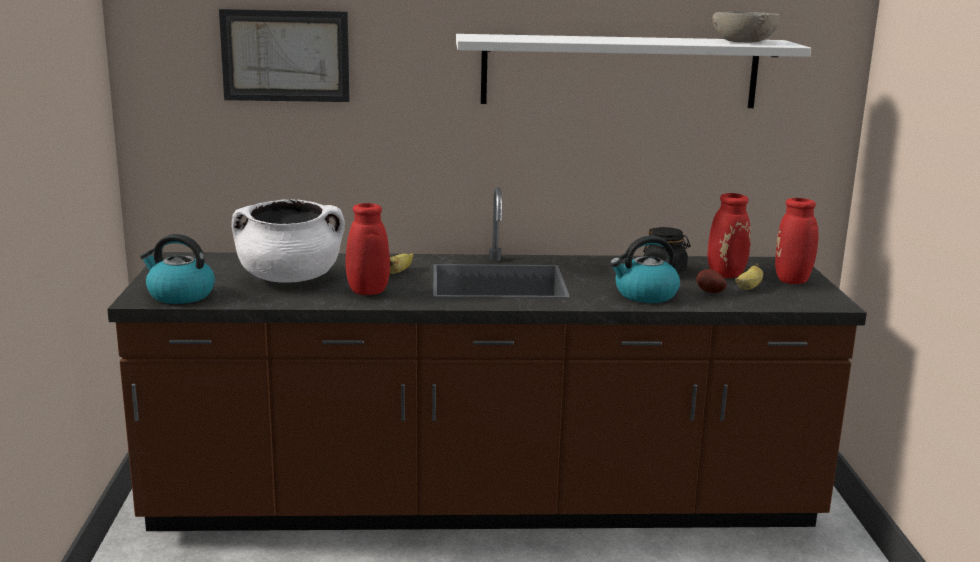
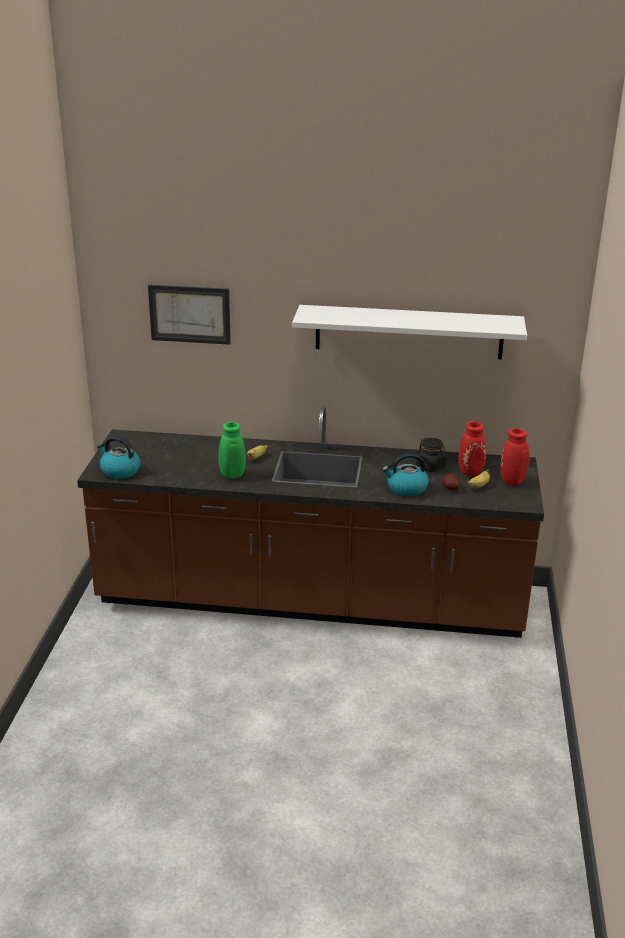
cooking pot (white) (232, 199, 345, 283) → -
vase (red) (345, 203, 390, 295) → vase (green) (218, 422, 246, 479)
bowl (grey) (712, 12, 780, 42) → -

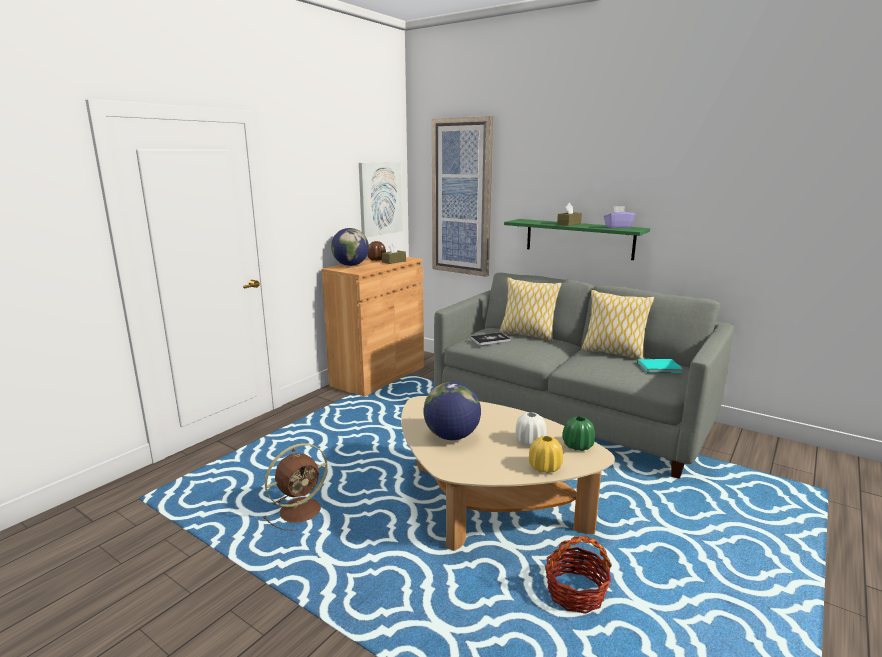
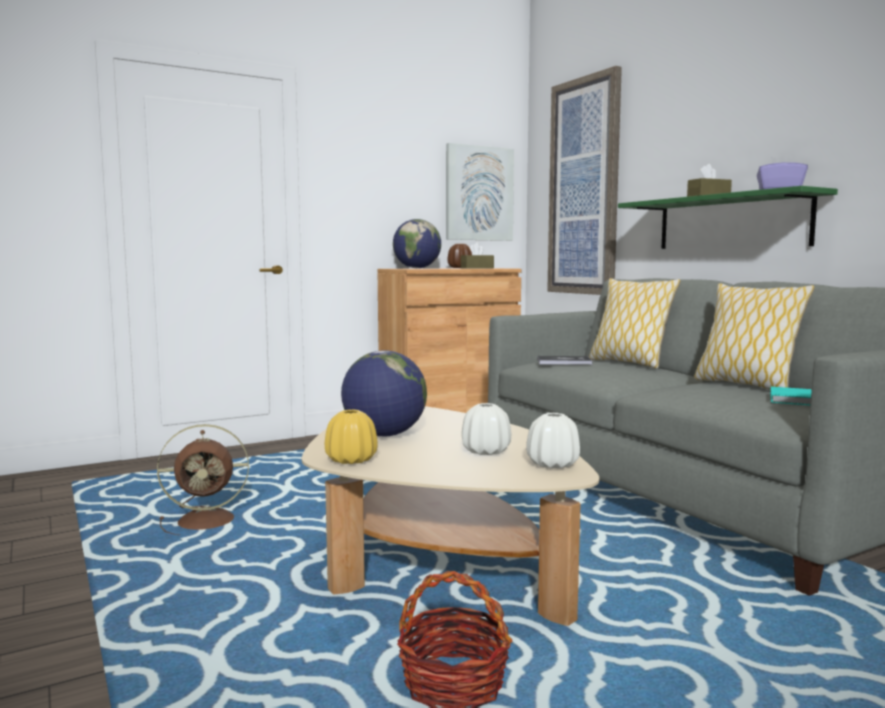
vase (yellow) (529, 436, 563, 473) → vase (yellow) (325, 410, 377, 464), moved
vase (green) (562, 416, 595, 451) → vase (white) (526, 413, 580, 468)

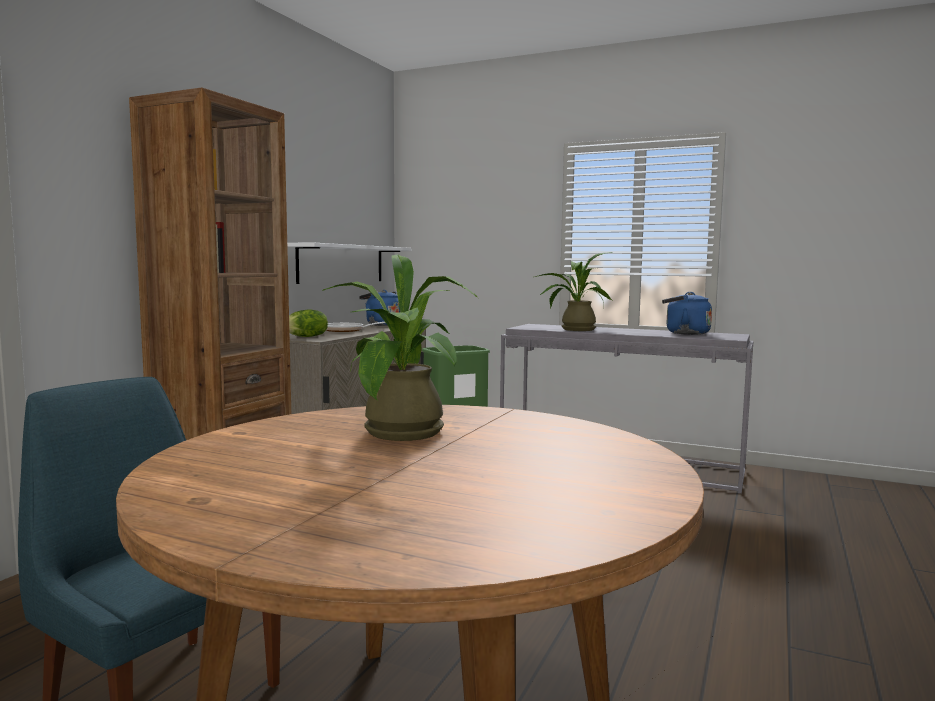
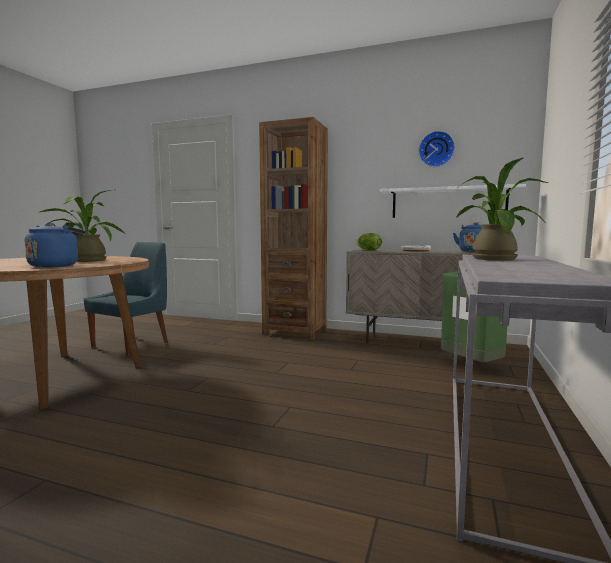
kettle (blue) (662, 292, 712, 335) → kettle (blue) (25, 223, 86, 268), moved
- → wall clock (418, 131, 455, 167)

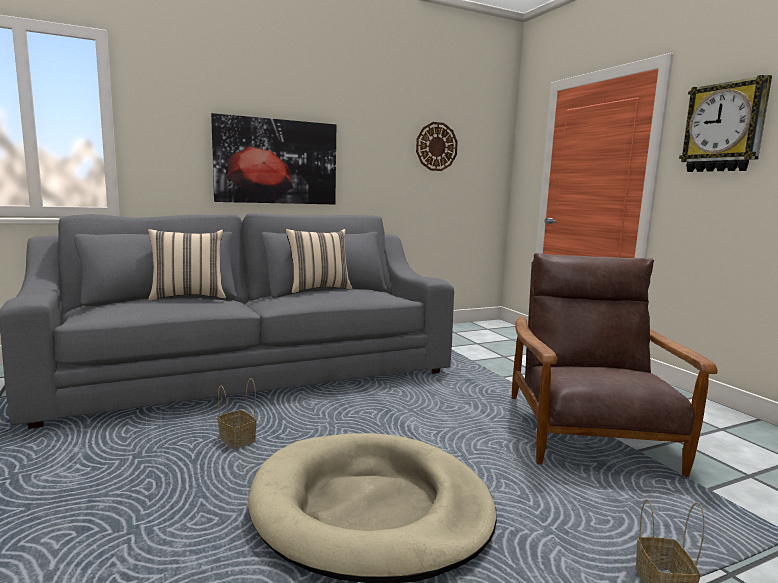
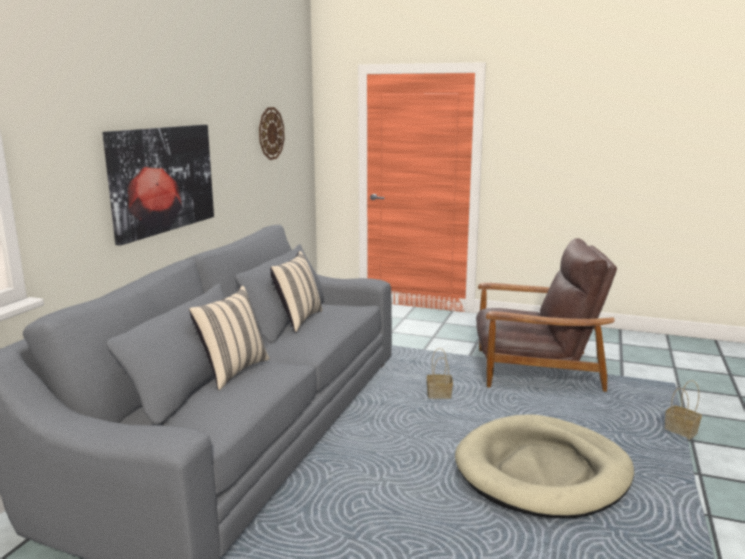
basket (218, 378, 257, 449) → basket (427, 348, 453, 399), moved
armchair (brown) (512, 253, 717, 477) → armchair (brown) (476, 238, 617, 392), 135 degrees clockwise
wall clock (679, 75, 772, 172) → -

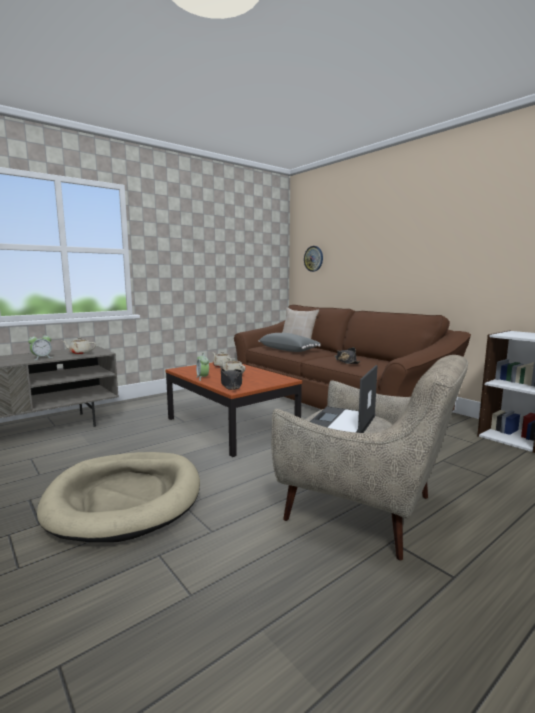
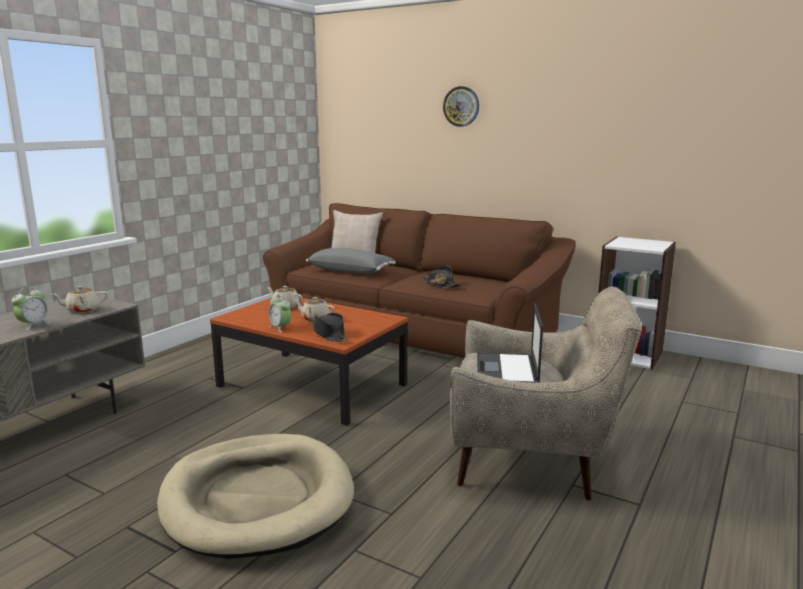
wall clock (304, 246, 323, 272) → wall clock (443, 86, 479, 127), moved

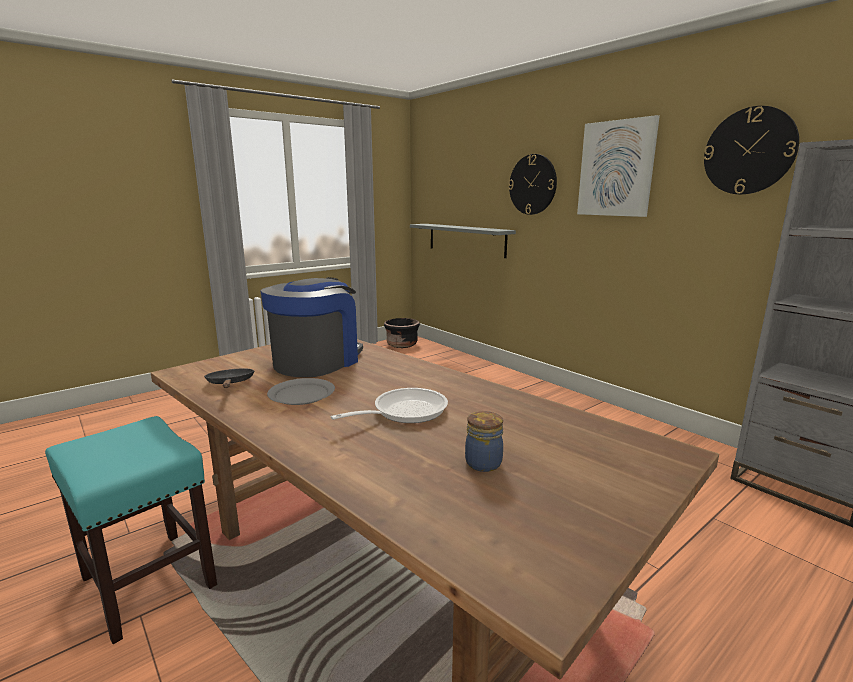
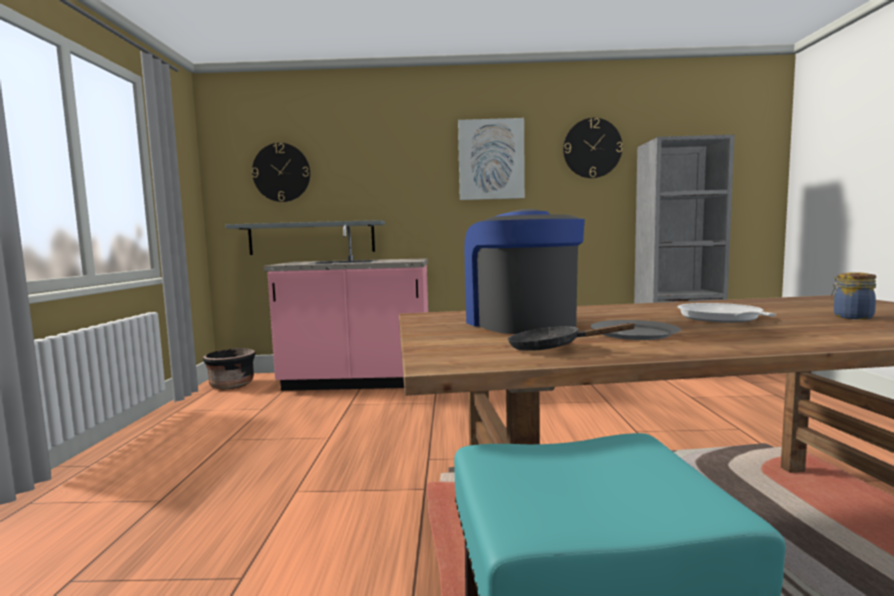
wall clock (508, 154, 557, 215) → wall clock (252, 143, 310, 202), moved
- → counter (pink) (264, 224, 428, 391)

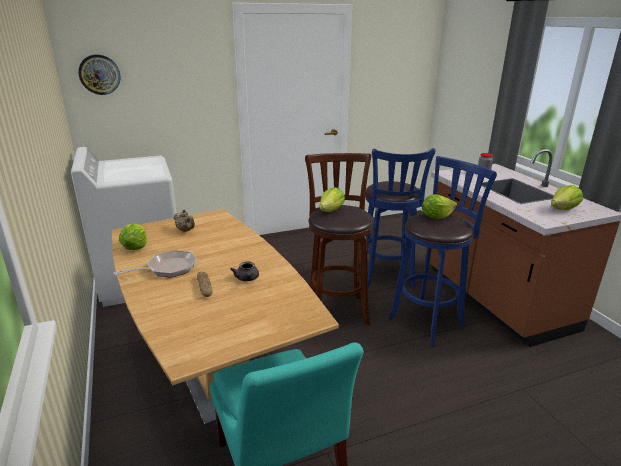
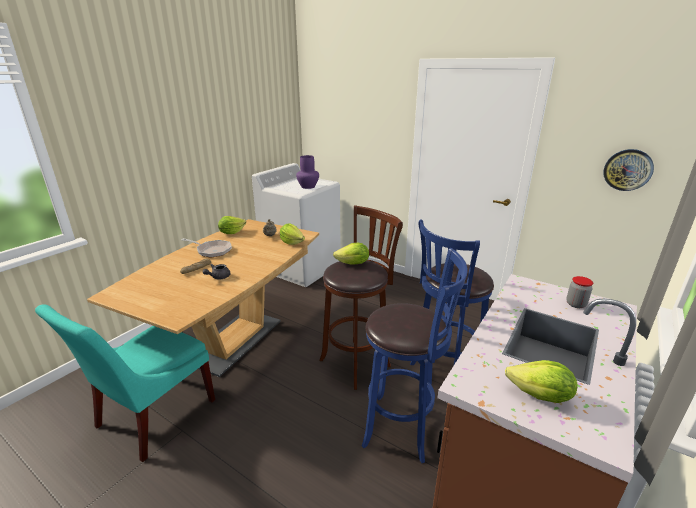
wall clock (78, 54, 121, 95) → wall clock (603, 149, 654, 191), moved
lettuce (422, 194, 457, 219) → lettuce (280, 224, 305, 245), moved
- → vase (purple) (296, 155, 319, 189)

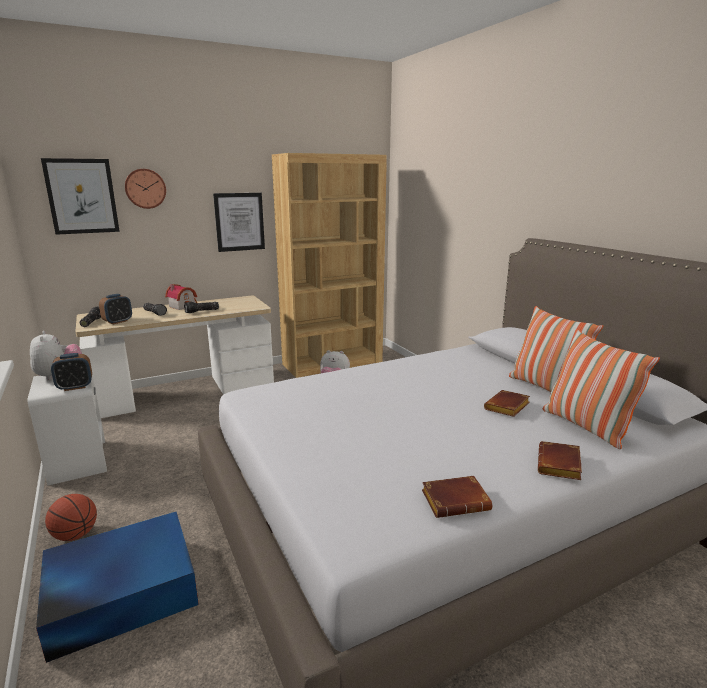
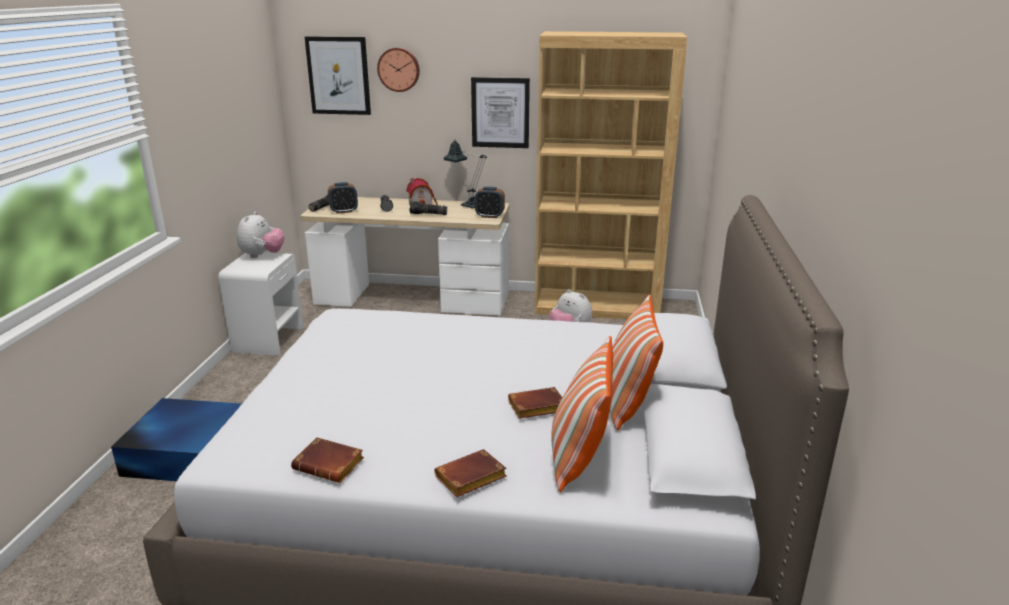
basketball (45, 494, 97, 541) → -
alarm clock (51, 353, 92, 391) → alarm clock (475, 187, 505, 218), moved
- → table lamp (444, 140, 487, 208)

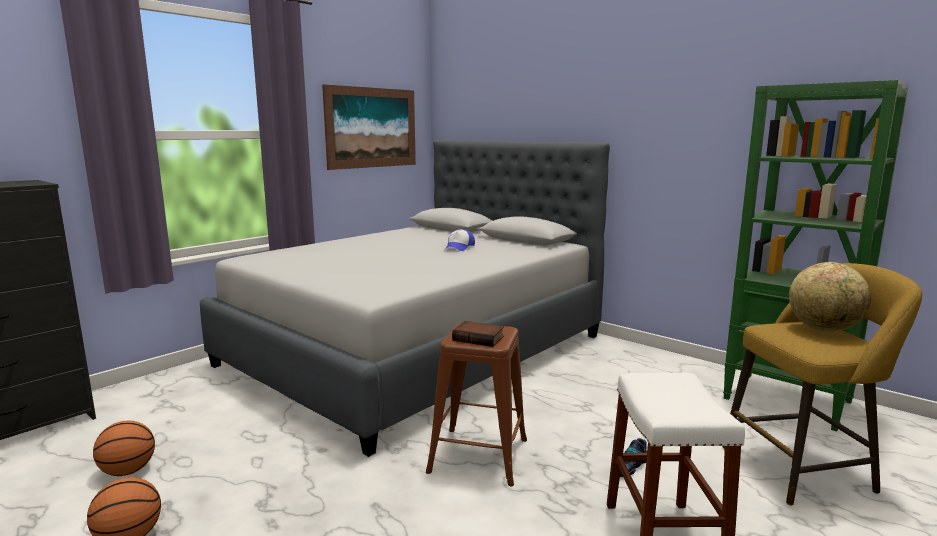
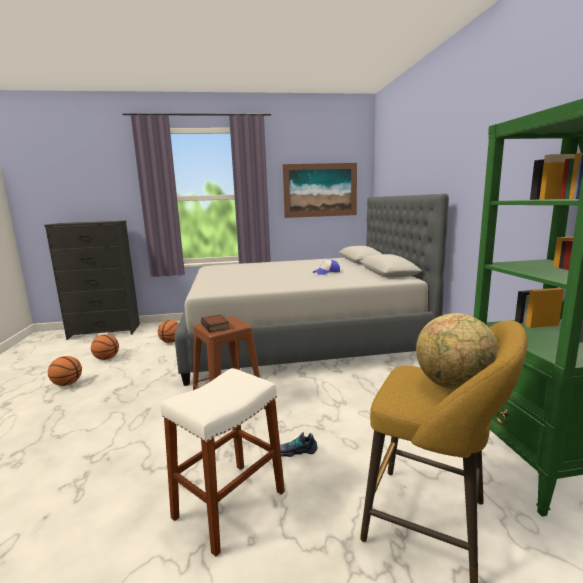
- → basketball (158, 320, 179, 343)

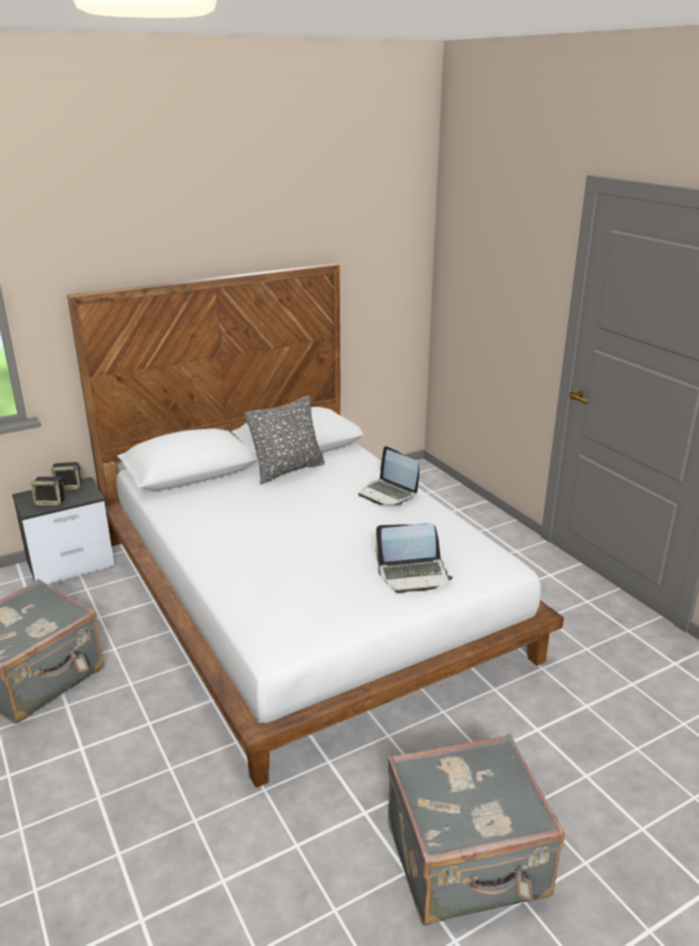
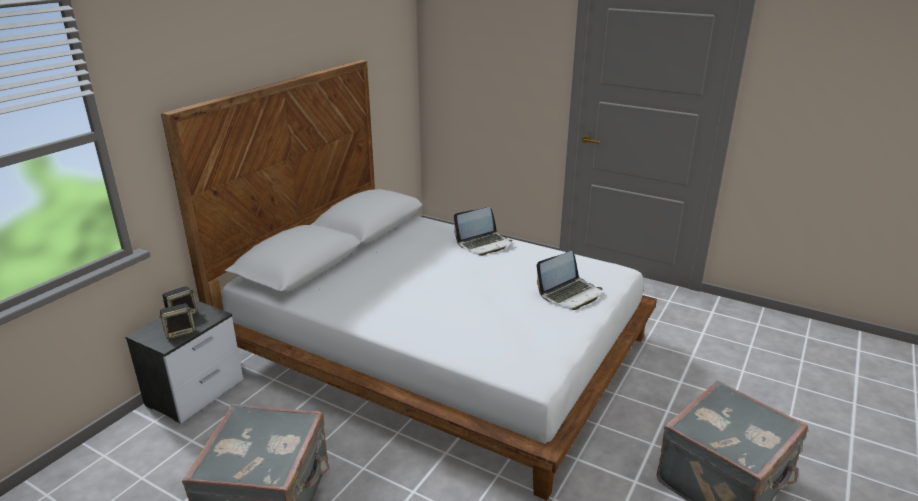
pillow (grey) (245, 395, 325, 484) → -
laptop (359, 446, 419, 505) → laptop (454, 207, 512, 256), 45 degrees counterclockwise

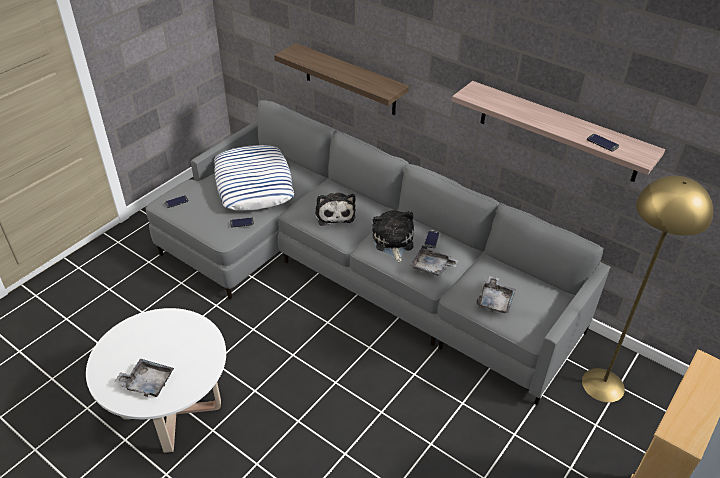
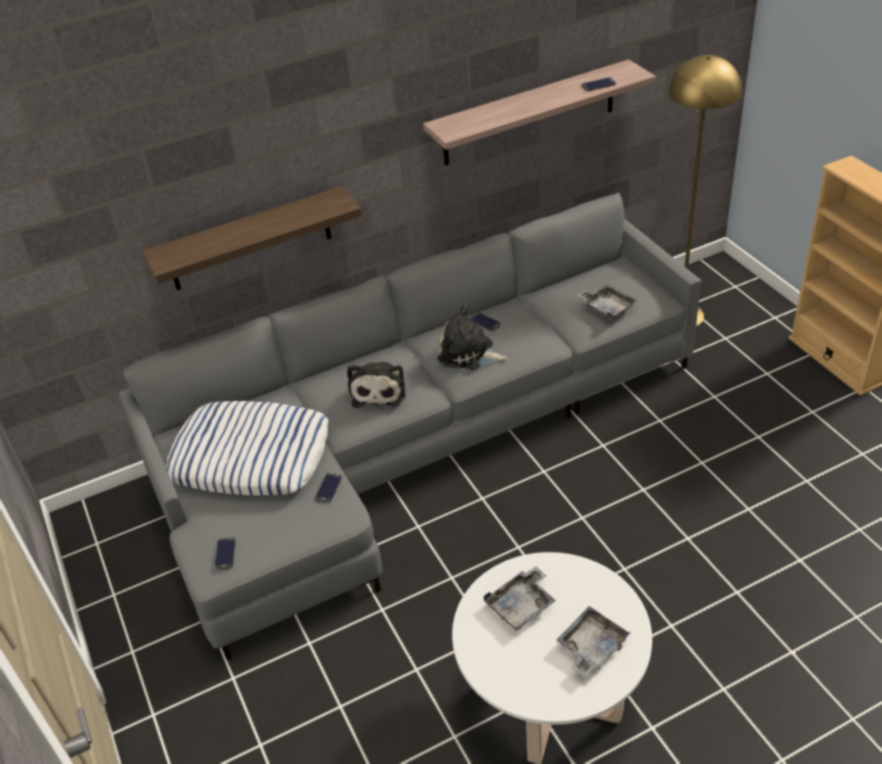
plush toy (315, 193, 356, 226) → plush toy (347, 362, 406, 408), 75 degrees clockwise
tray (grey) (410, 245, 459, 276) → tray (grey) (483, 566, 556, 631), moved

